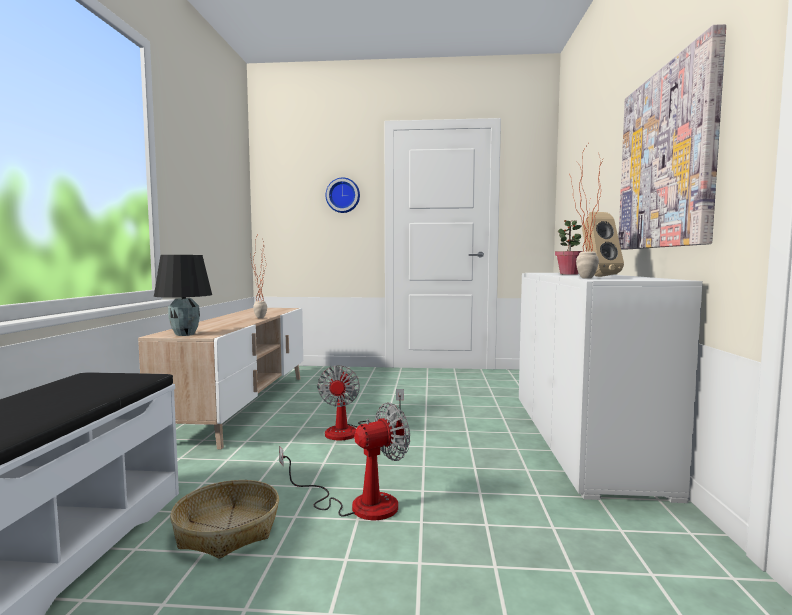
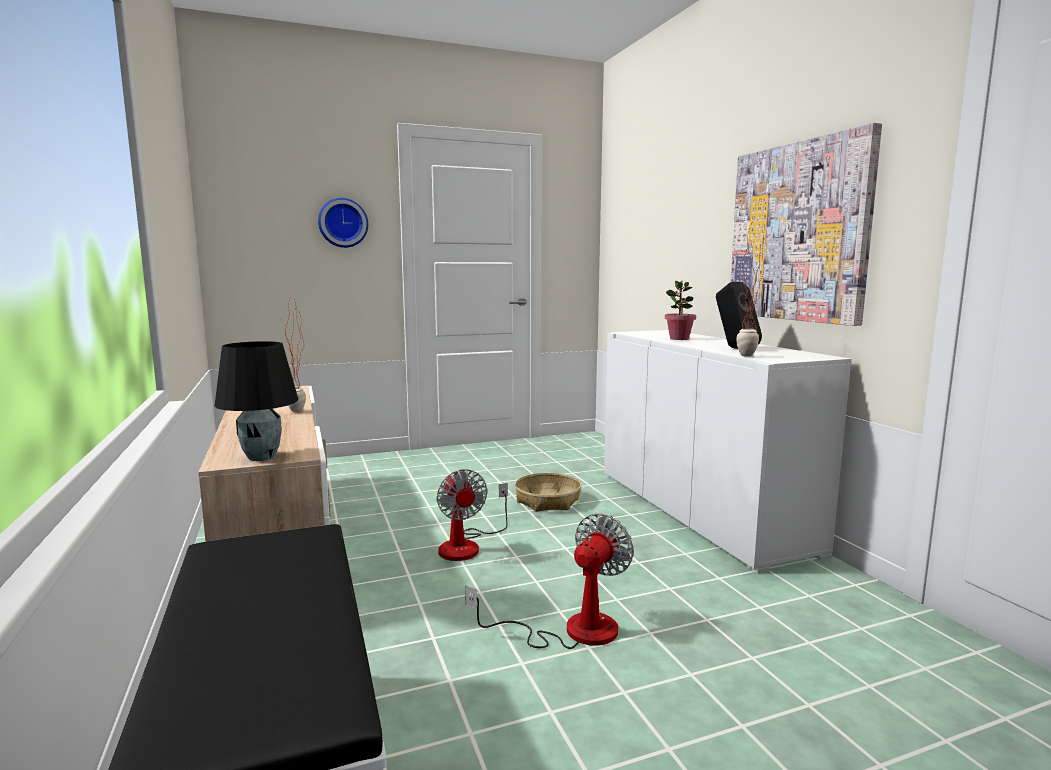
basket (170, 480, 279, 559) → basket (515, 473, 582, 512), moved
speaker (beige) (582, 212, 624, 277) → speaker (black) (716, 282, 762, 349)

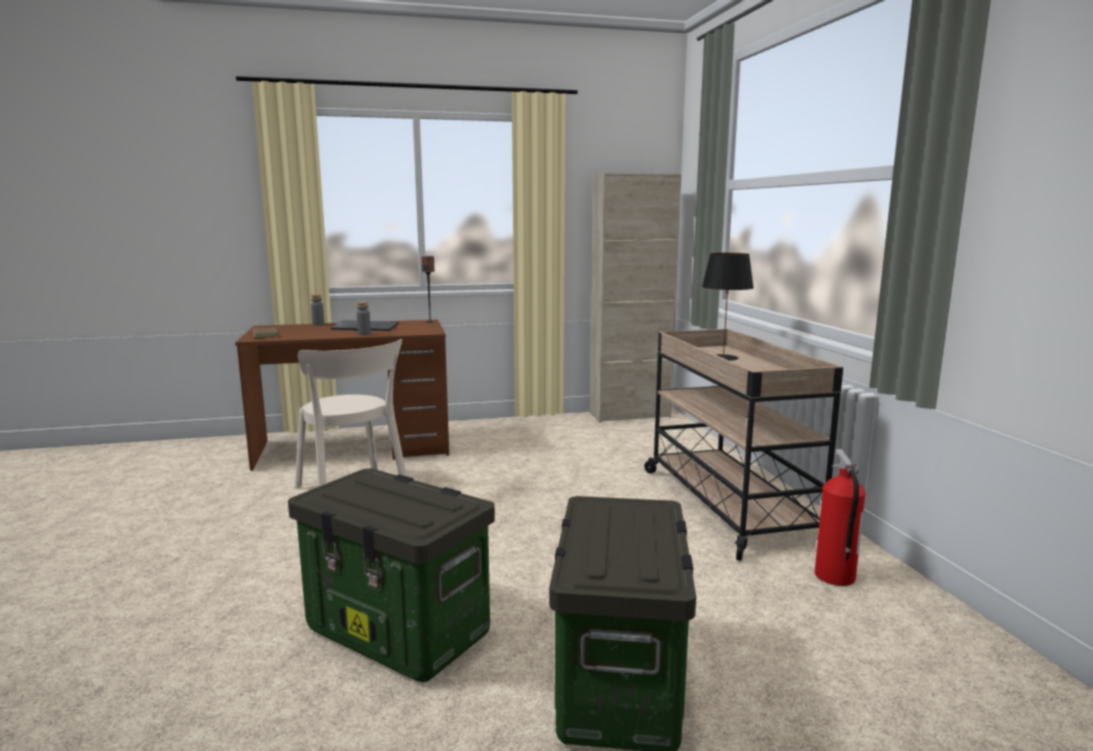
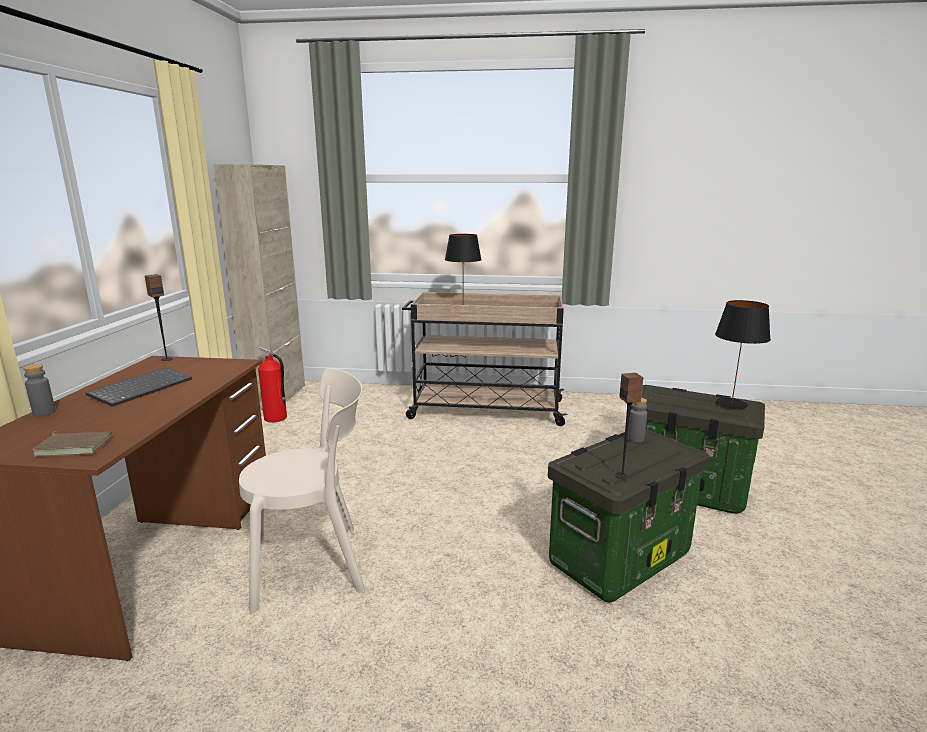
bottle (grey) (357, 302, 371, 336) → bottle (grey) (628, 398, 647, 442), moved
fire extinguisher (815, 449, 866, 586) → fire extinguisher (256, 346, 287, 423), moved
- → speaker (615, 373, 643, 480)
- → table lamp (black) (715, 300, 771, 409)

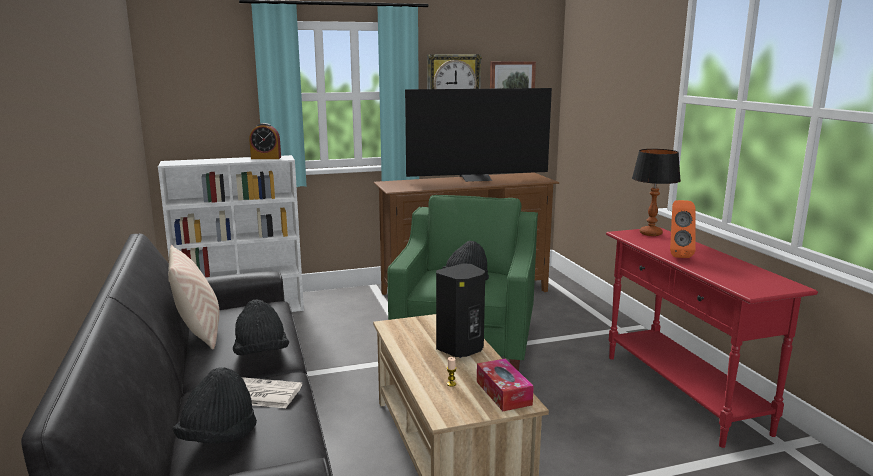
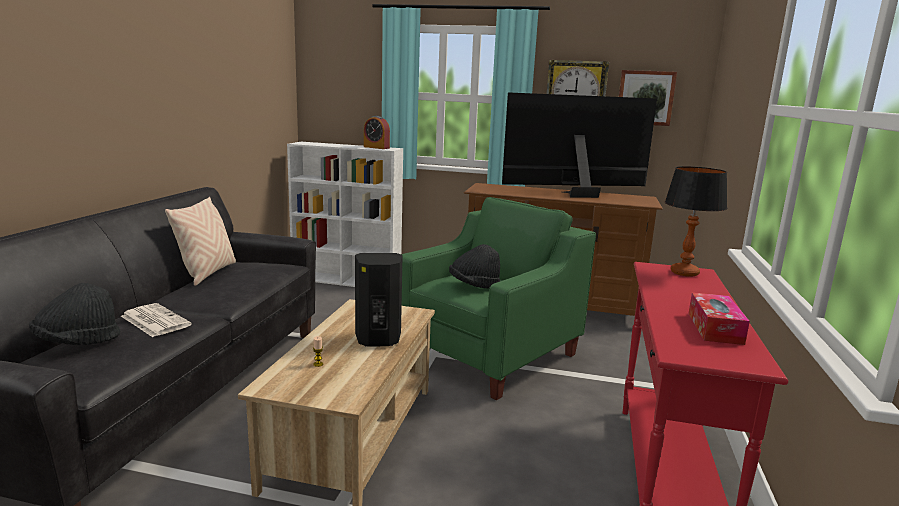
hat (black) (233, 299, 289, 355) → -
television (405, 88, 552, 182) → television (502, 92, 657, 198), 150 degrees clockwise
tissue box (477, 359, 534, 411) → tissue box (688, 292, 750, 345), moved
speaker (orange) (670, 200, 696, 258) → -

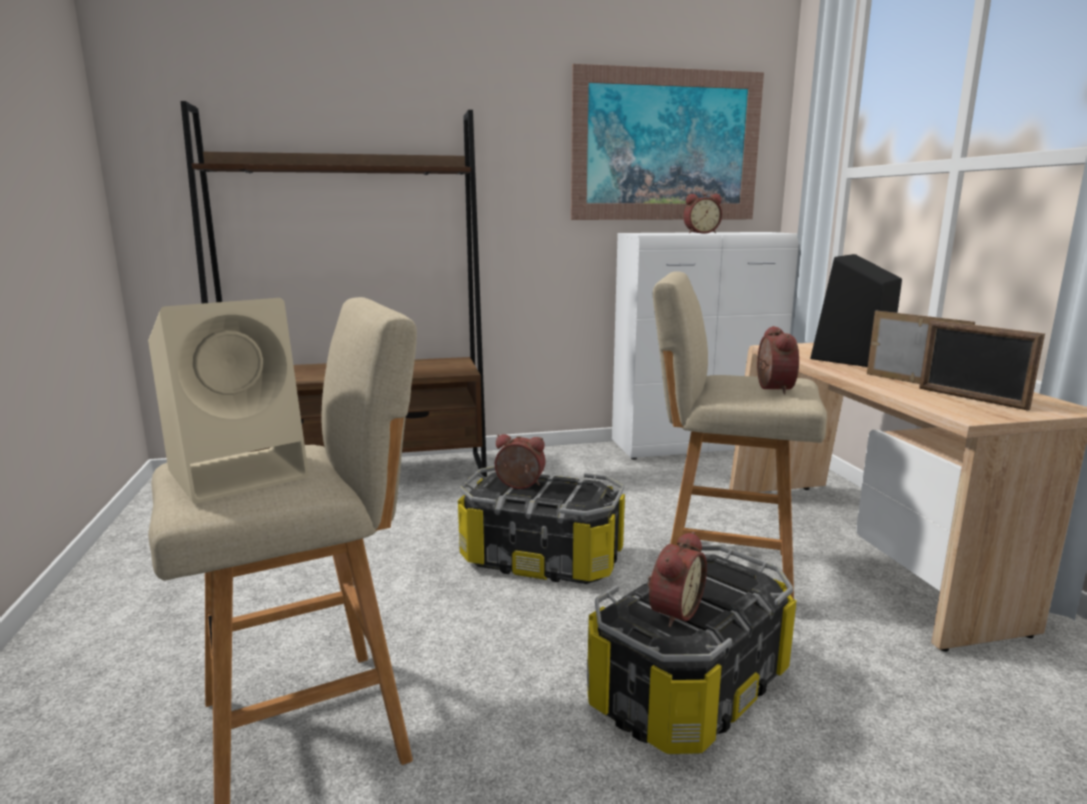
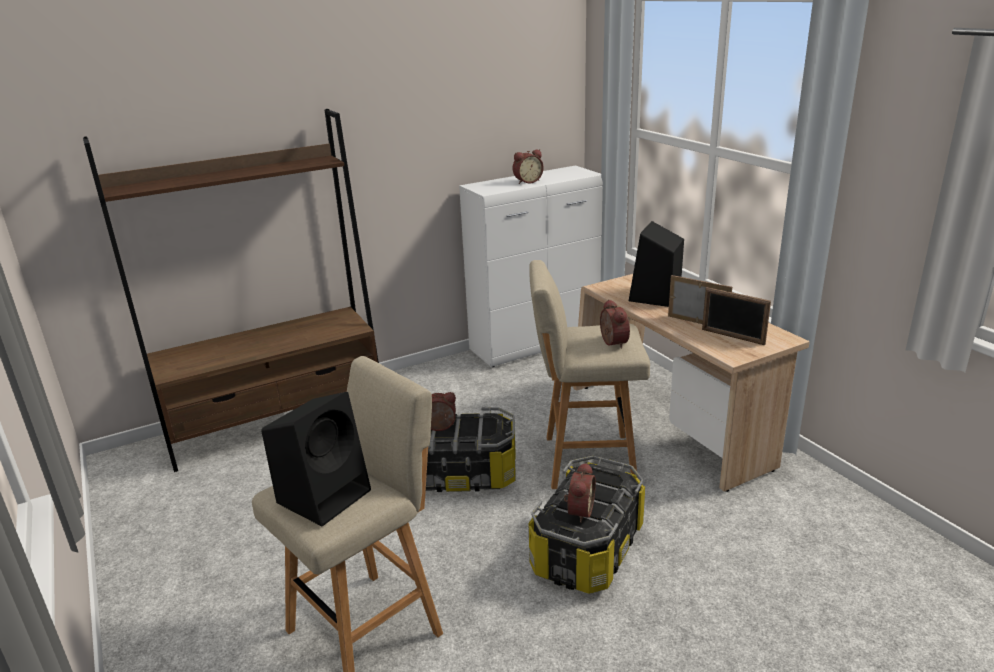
speaker (beige) (148, 298, 309, 504) → speaker (black) (261, 392, 371, 526)
picture (571, 64, 764, 220) → -

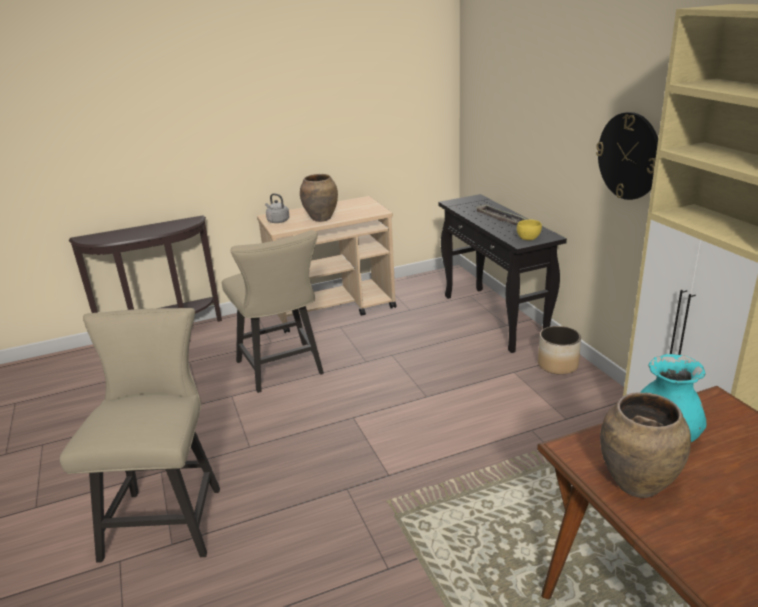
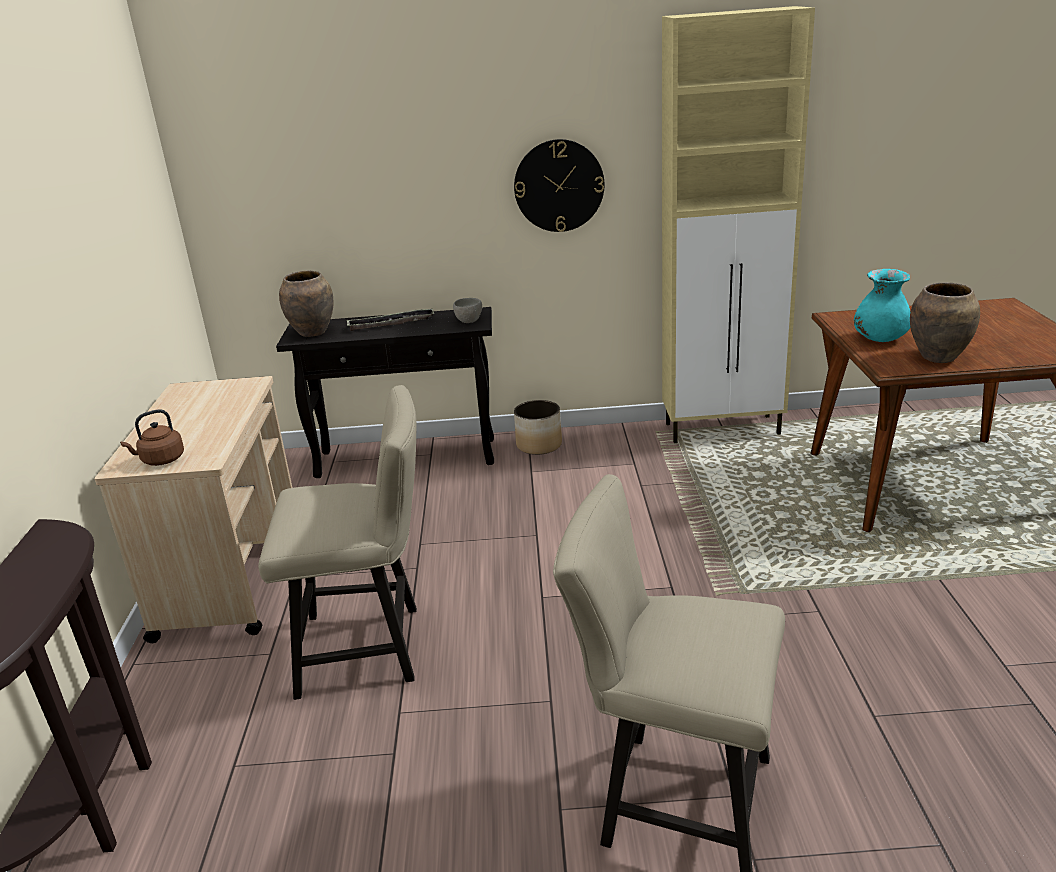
kettle (grey) (265, 193, 289, 223) → kettle (brown) (120, 409, 184, 466)
vase (brown) (300, 174, 338, 222) → vase (brown) (279, 271, 333, 337), moved
bowl (yellow) (517, 220, 542, 240) → bowl (grey) (453, 298, 482, 323)

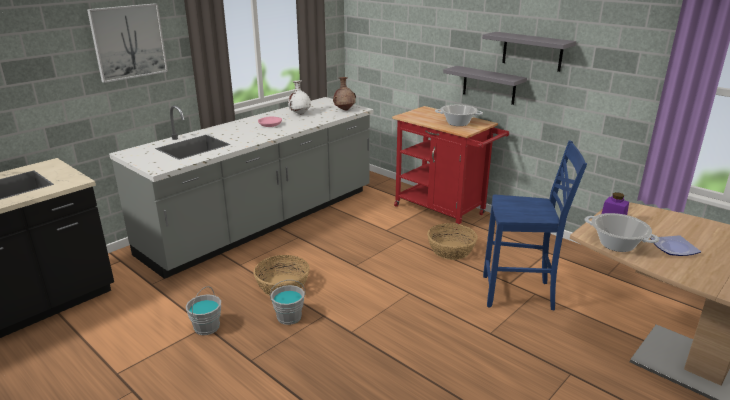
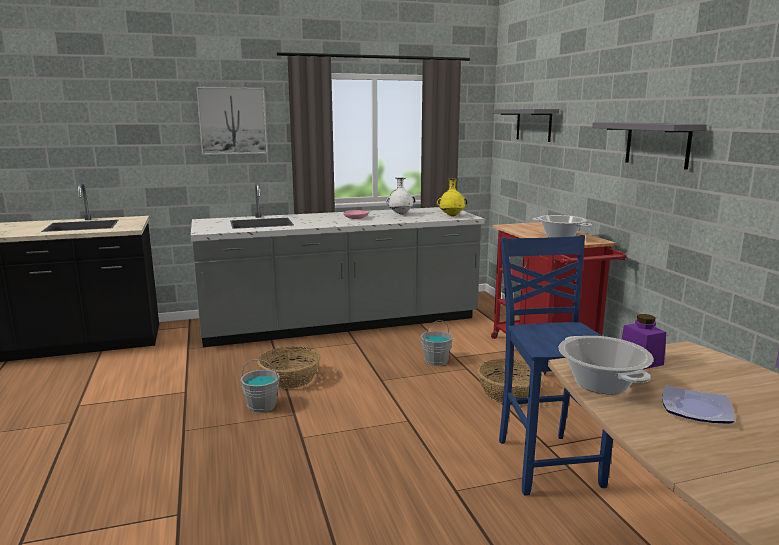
bucket (grey) (186, 286, 221, 335) → bucket (grey) (421, 320, 453, 366), moved
vase (brown) (333, 77, 356, 110) → vase (yellow) (437, 179, 468, 217)
shelf (grey) (443, 66, 527, 105) → shelf (grey) (491, 109, 559, 142), moved
chair (blue) (483, 141, 587, 311) → chair (blue) (499, 235, 613, 496), 135 degrees counterclockwise

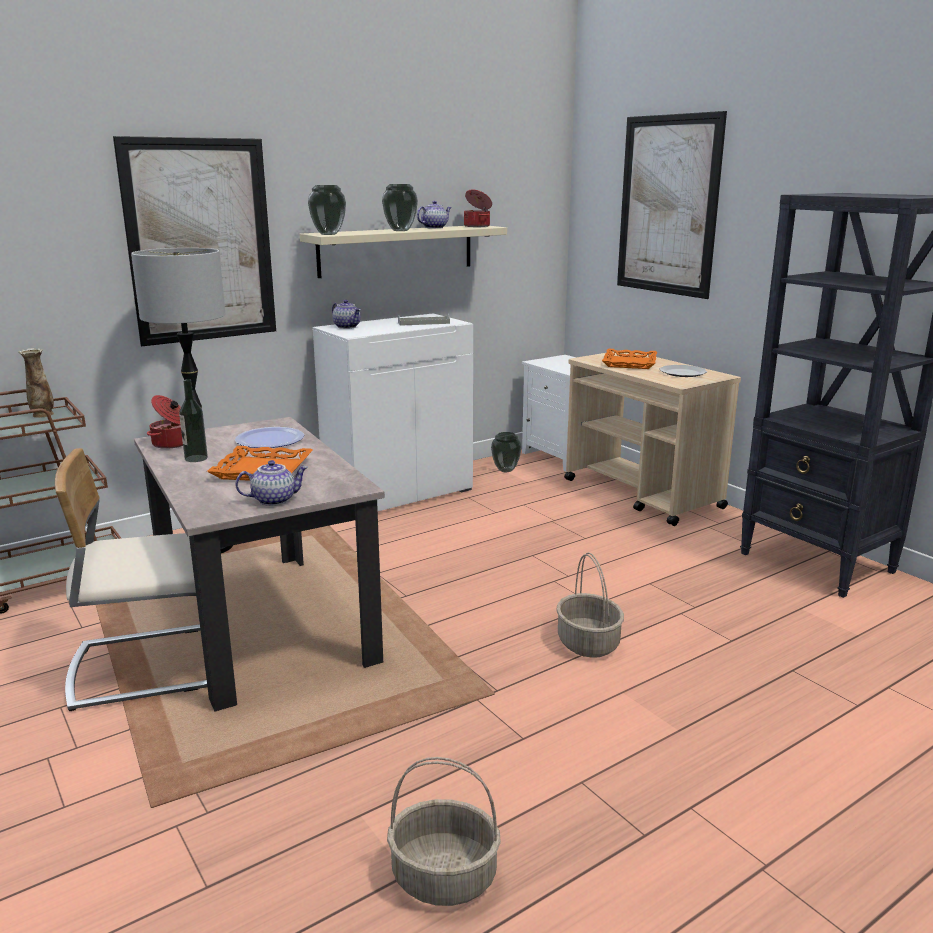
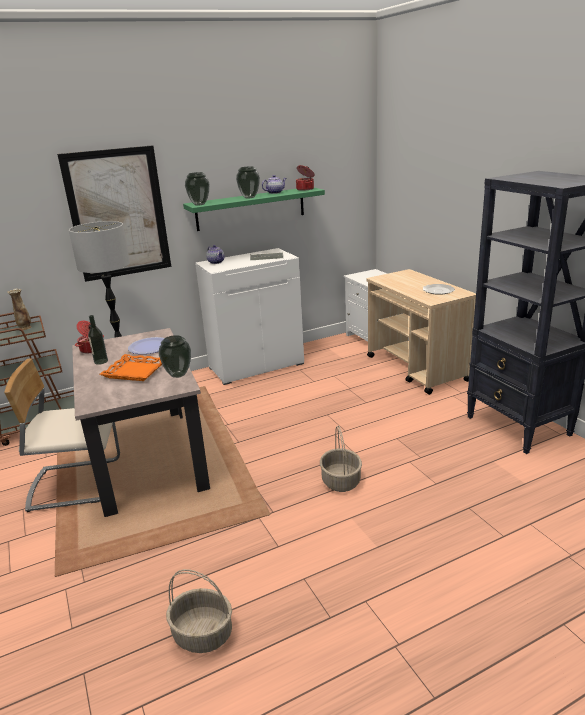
teapot (235, 460, 308, 506) → -
shelf (beige) (300, 226, 507, 278) → shelf (green) (183, 188, 325, 231)
vase (491, 432, 522, 472) → vase (159, 335, 191, 378), moved
tray (orange) (602, 349, 657, 369) → -
picture (617, 111, 727, 299) → -

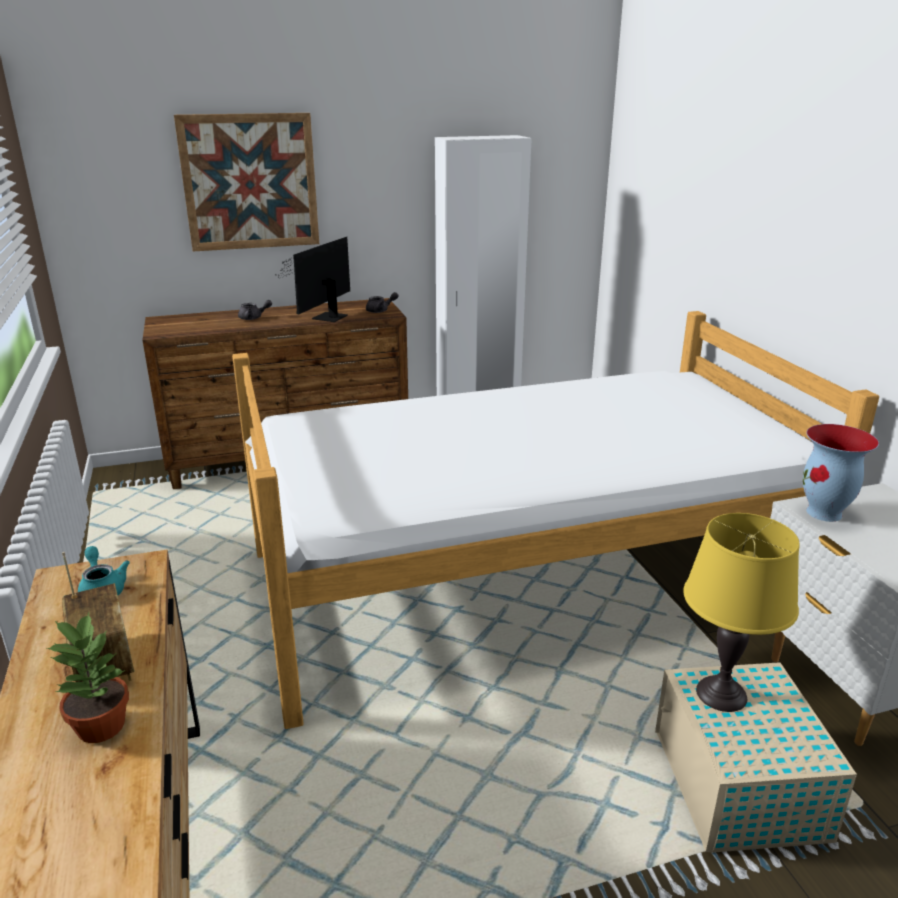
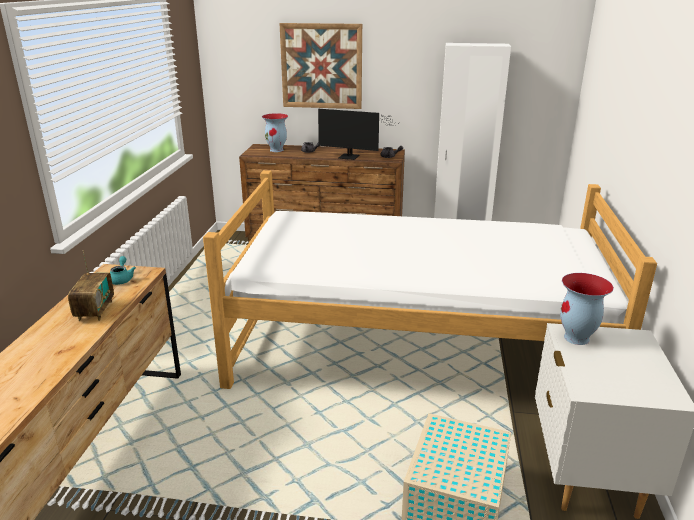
potted plant (47, 613, 129, 743) → -
monitor (274, 237, 350, 322) → monitor (318, 109, 392, 160), 120 degrees counterclockwise
table lamp (yellow) (683, 513, 800, 712) → -
- → vase (262, 113, 288, 152)

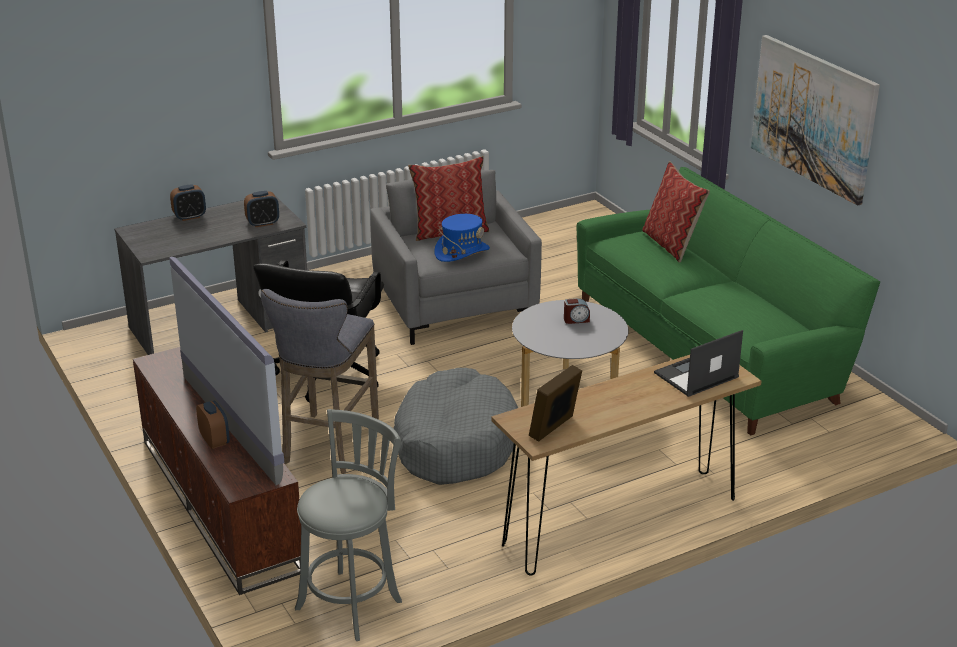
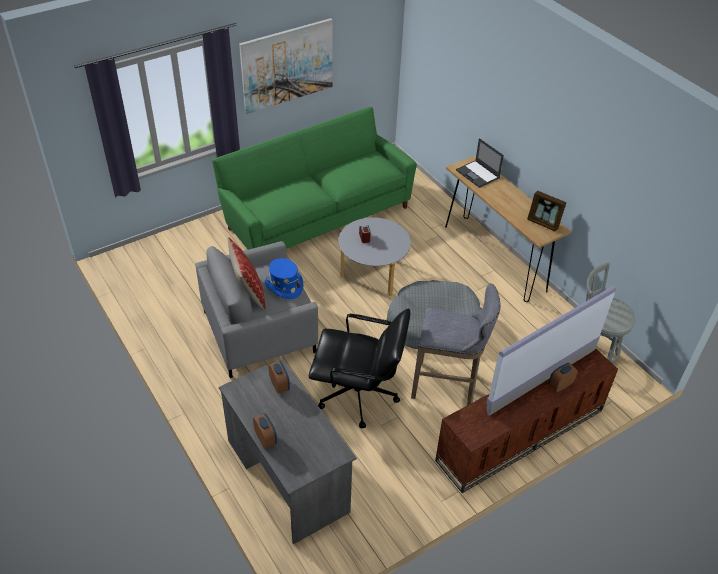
pillow (642, 161, 710, 263) → -

